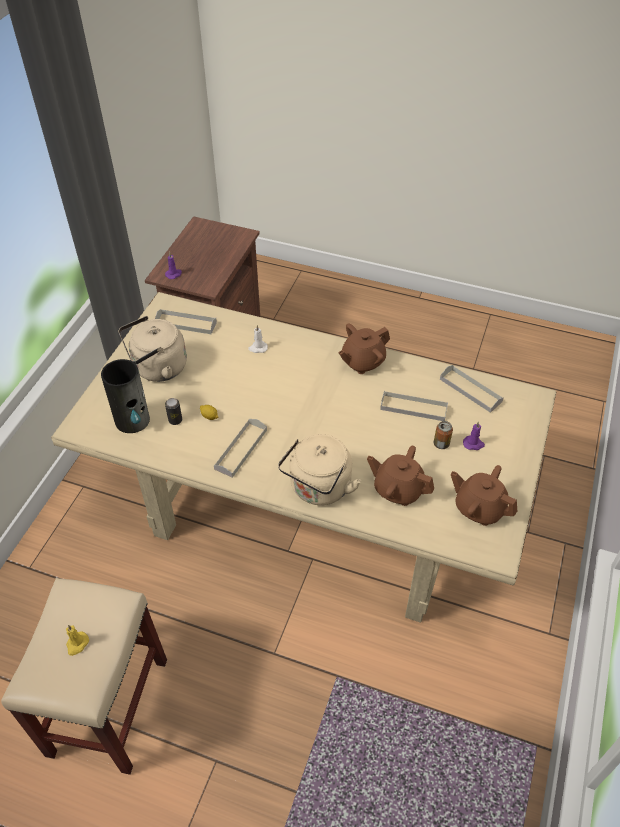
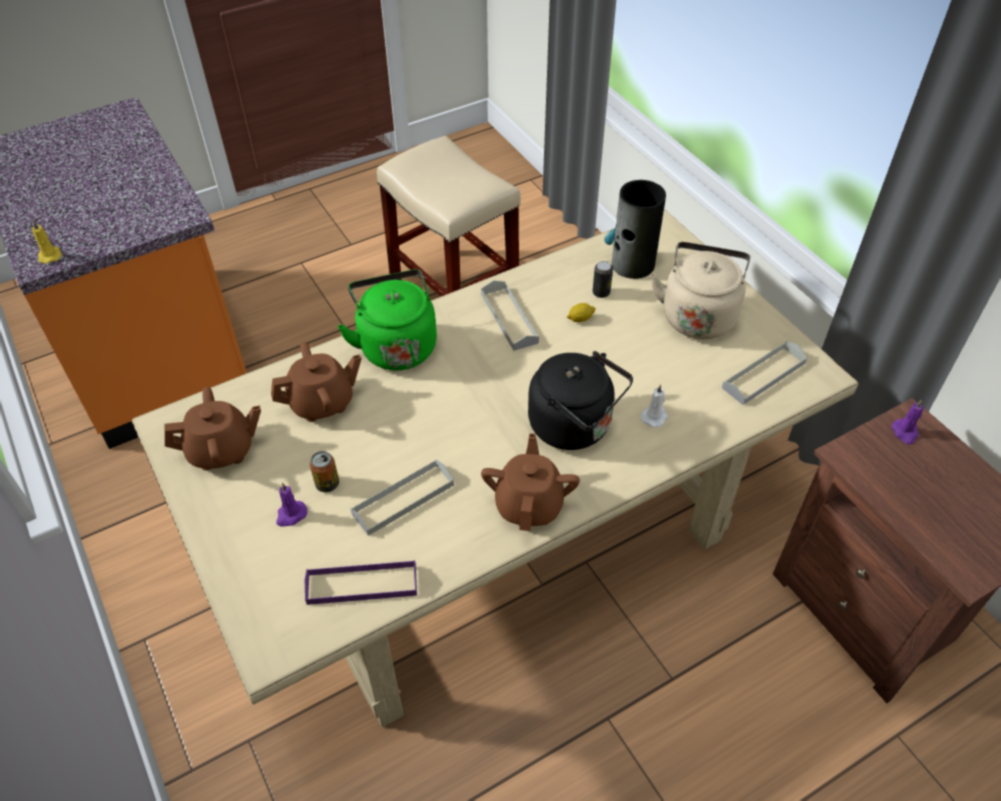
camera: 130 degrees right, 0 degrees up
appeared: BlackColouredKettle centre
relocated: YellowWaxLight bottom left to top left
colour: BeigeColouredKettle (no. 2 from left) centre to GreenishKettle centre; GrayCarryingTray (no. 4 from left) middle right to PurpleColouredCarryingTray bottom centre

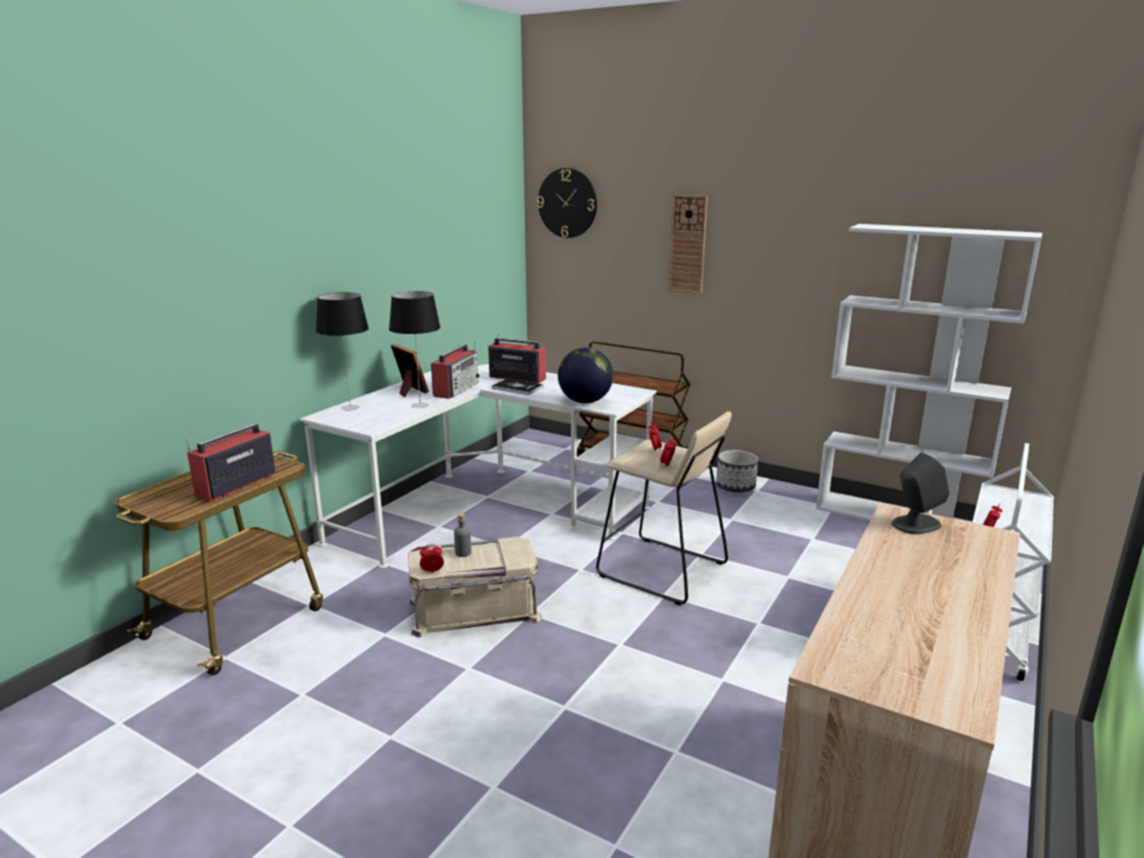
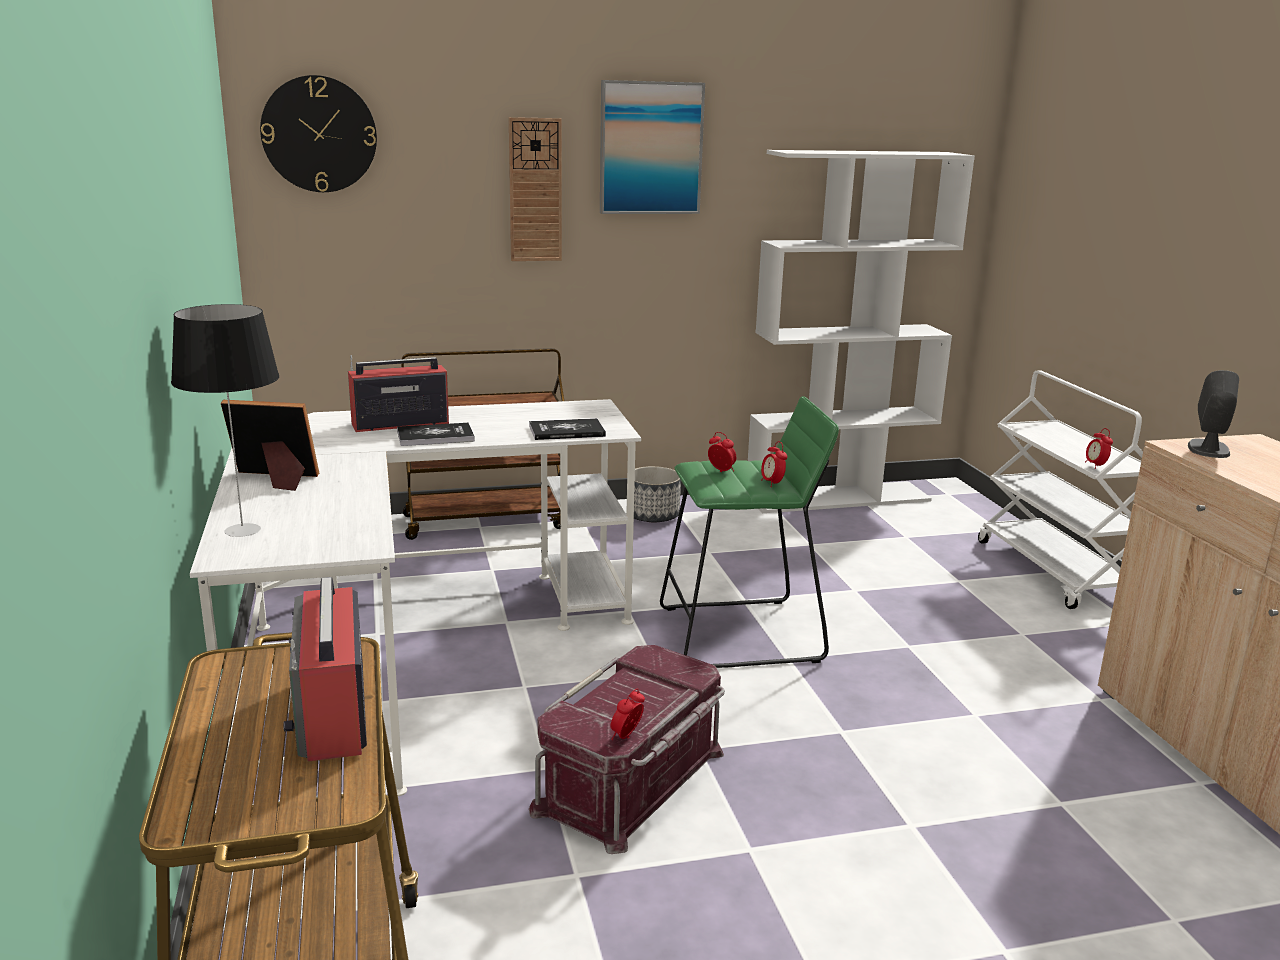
camera: 45 degrees left, 0 degrees up
missing: TableLamp (no. 2 from left) centre; RadioSet (no. 2 from left) centre; GrayBeverageBottle centre
appeared: Picture top centre
exchanged: DeskGlobe centre to Book (no. 2 from left) centre
colour: BeigeColouredStorageBox bottom centre to RedStorageBox bottom centre; BeigeColouredSittingStool centre to GreenishSittingStool centre

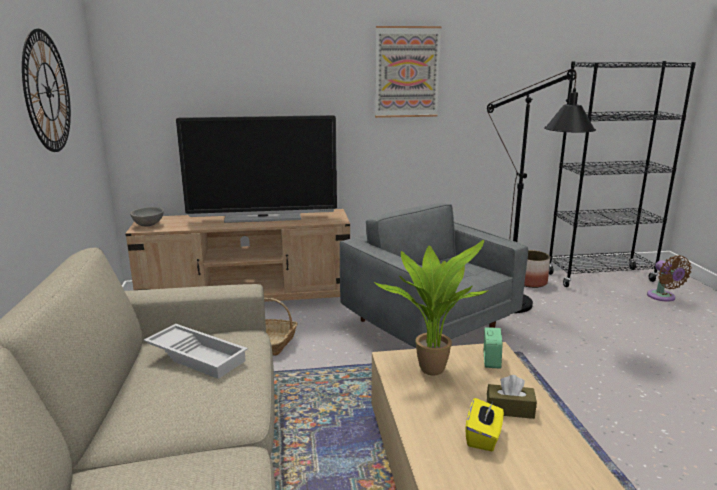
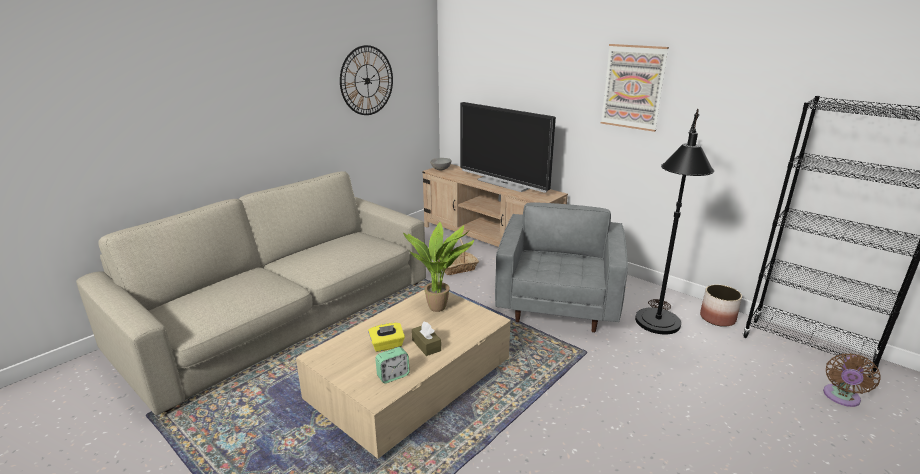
camera: 50 degrees right, 5 degrees up
missing: WhiteCarryingTray bottom left
relocated: TableClock bottom right to bottom centre

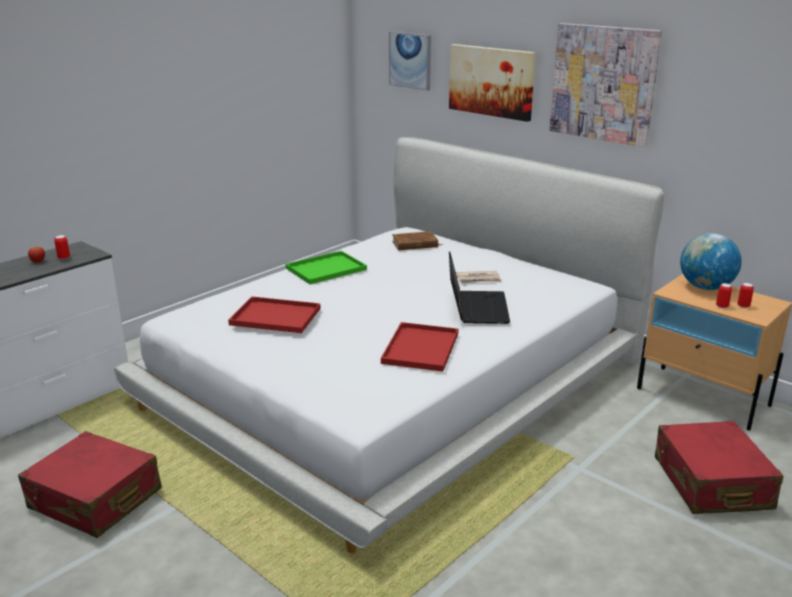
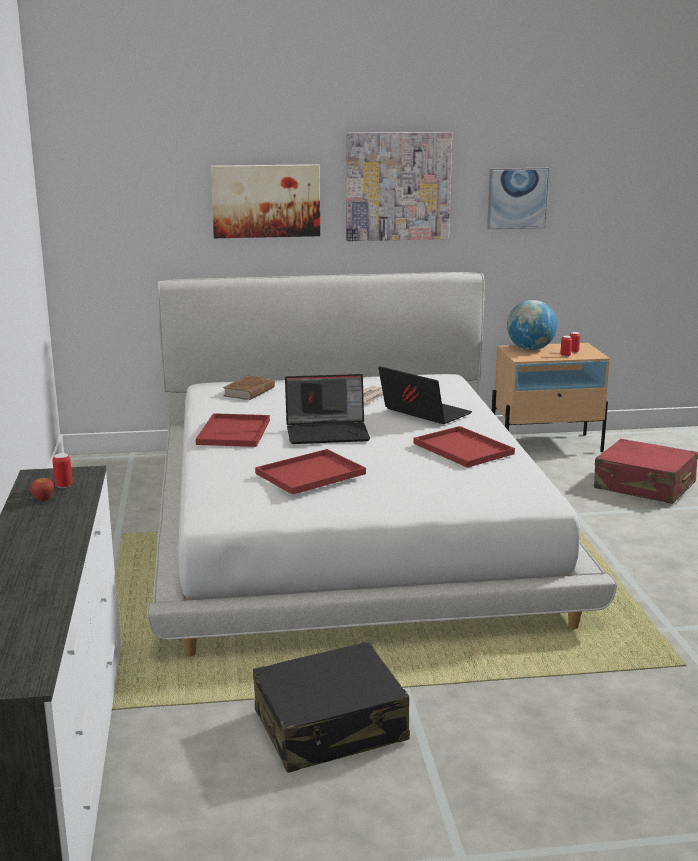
camera: 50 degrees left, 5 degrees down
appeared: NotebookComputer (no. 1 from left) centre
relocated: Picture (no. 1 from left in the first image) top centre to Picture (no. 3 from left) top right
colour: RedTravelCase (no. 1 from left) bottom left to BlackColouredTravelCase bottom centre; GreenishCarryingTray centre to RedCarryingTray (no. 1 from left) centre

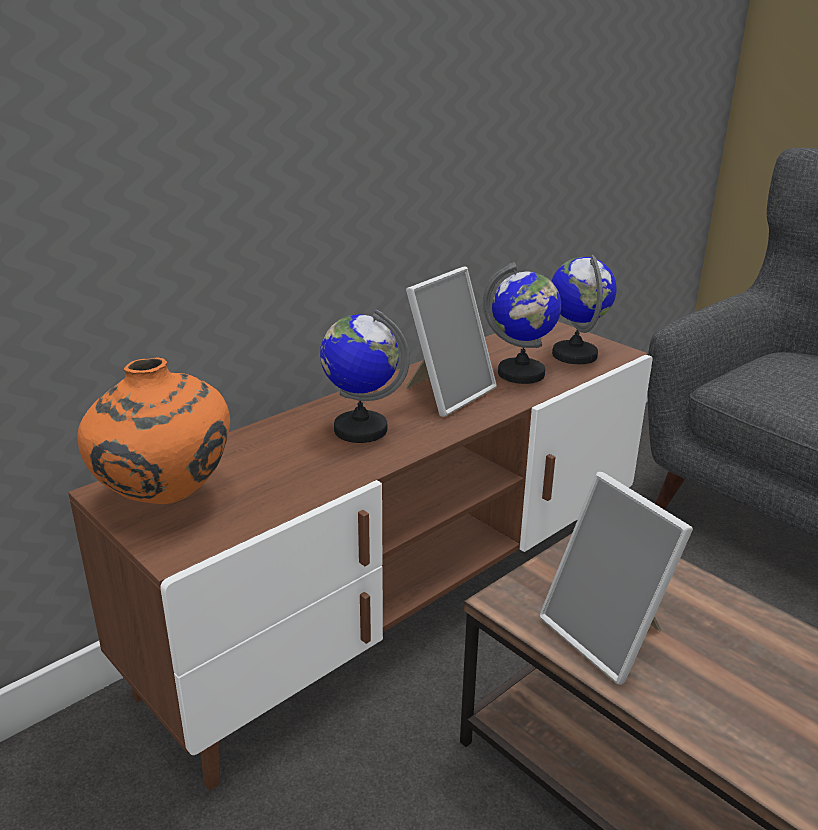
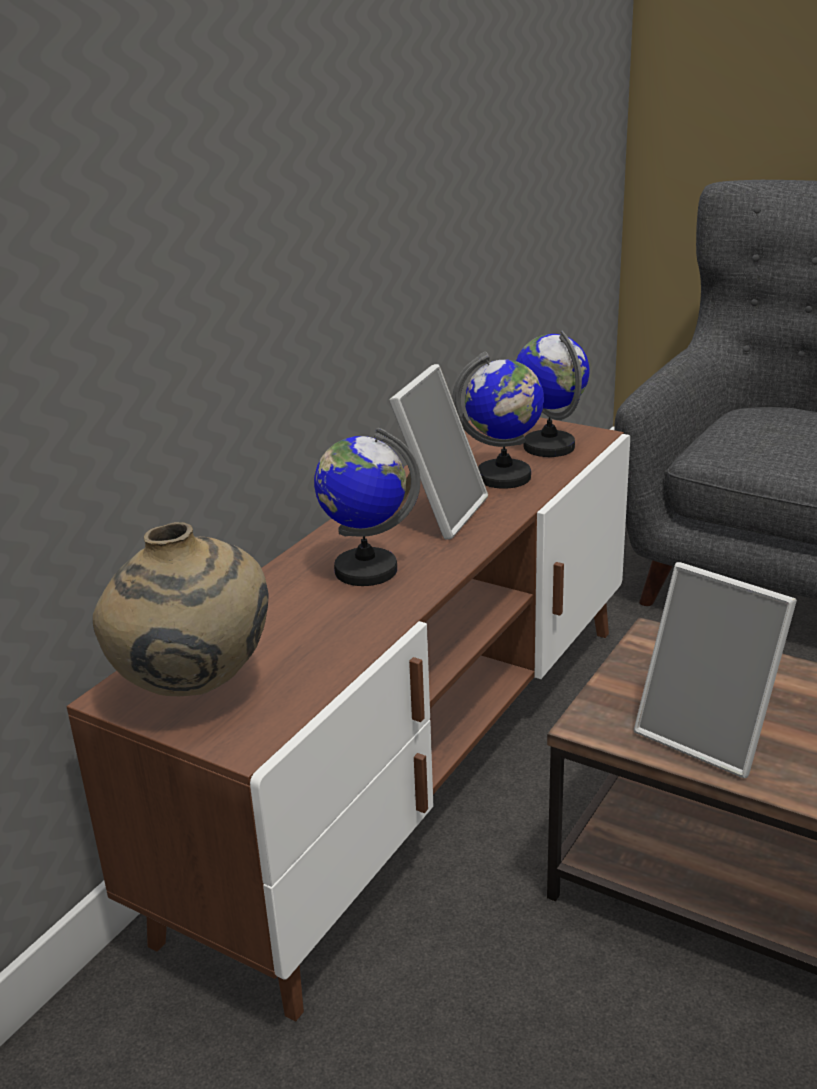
camera: 15 degrees left, 0 degrees up
colour: OrangeColouredDecorativeVase middle left to BeigeColouredDecorativeVase middle left

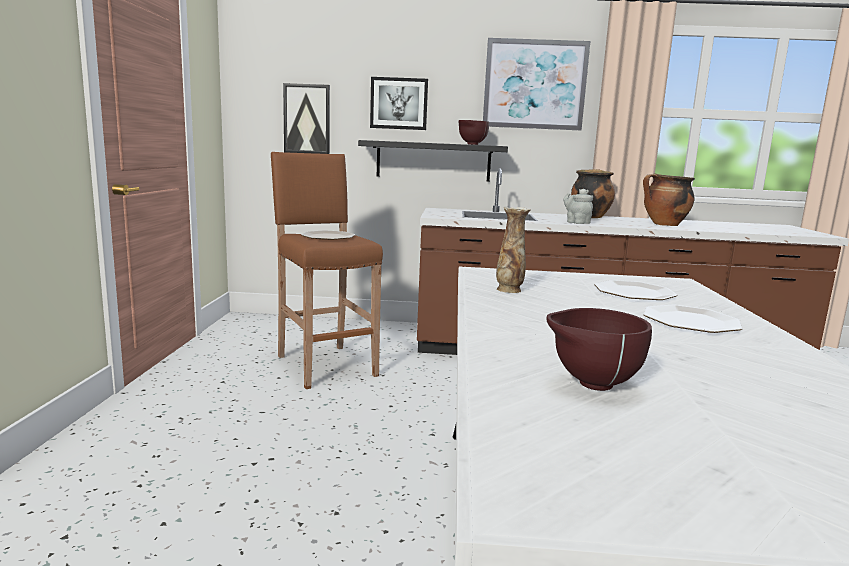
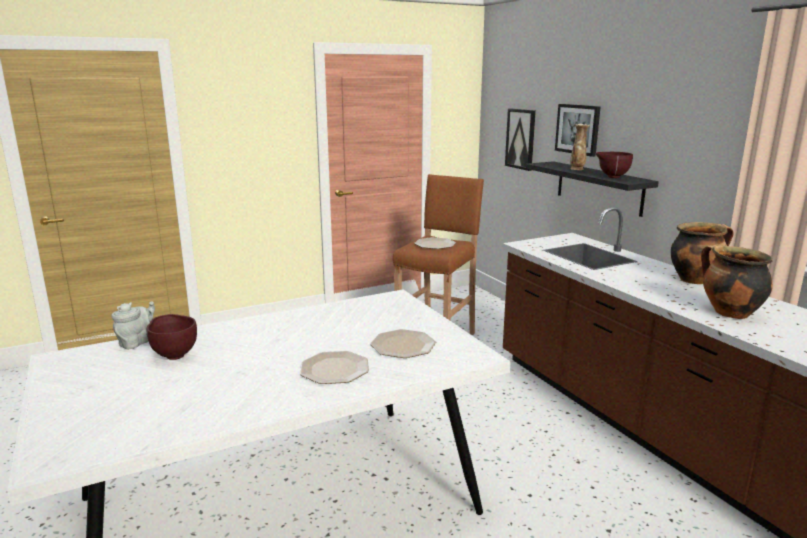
camera: 60 degrees right, 5 degrees up
missing: Picture (no. 3 from left) top centre
relocated: DecorativeVase centre to top right; GrayTeaPot middle right to middle left

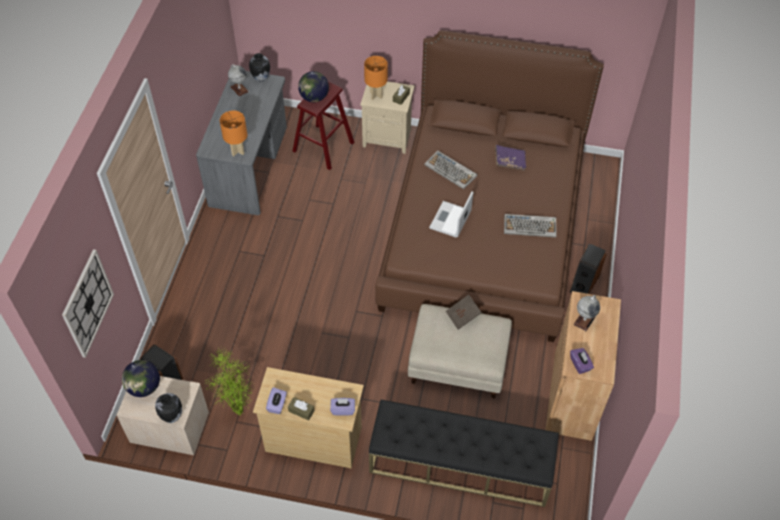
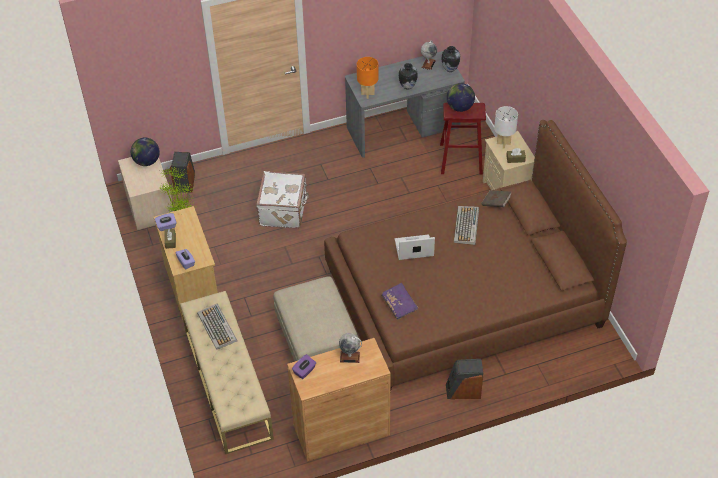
camera: 60 degrees right, 5 degrees down
missing: HangingClock middle left
appeared: WhiteTravelCase centre
relocated: DecorativeVase (no. 1 from left) bottom left to top centre; BrownBook centre to middle right; PurpleColouredBook top centre to centre; Keyboard (no. 2 from left in the first image) middle right to Keyboard (no. 1 from left) bottom left
colour: OrangeColouredTableLamp (no. 2 from left) top centre to WhiteTableLamp top right; BlackColouredIndoorBench bottom centre to BeigeColouredIndoorBench bottom left

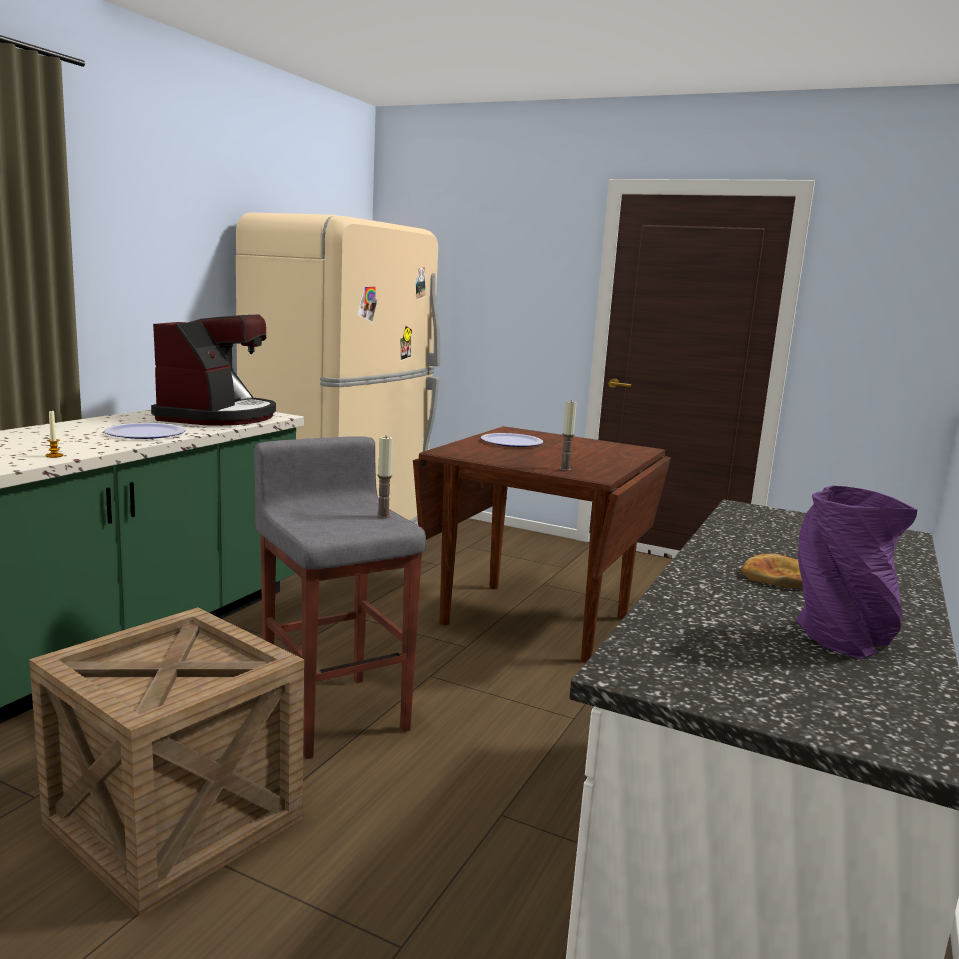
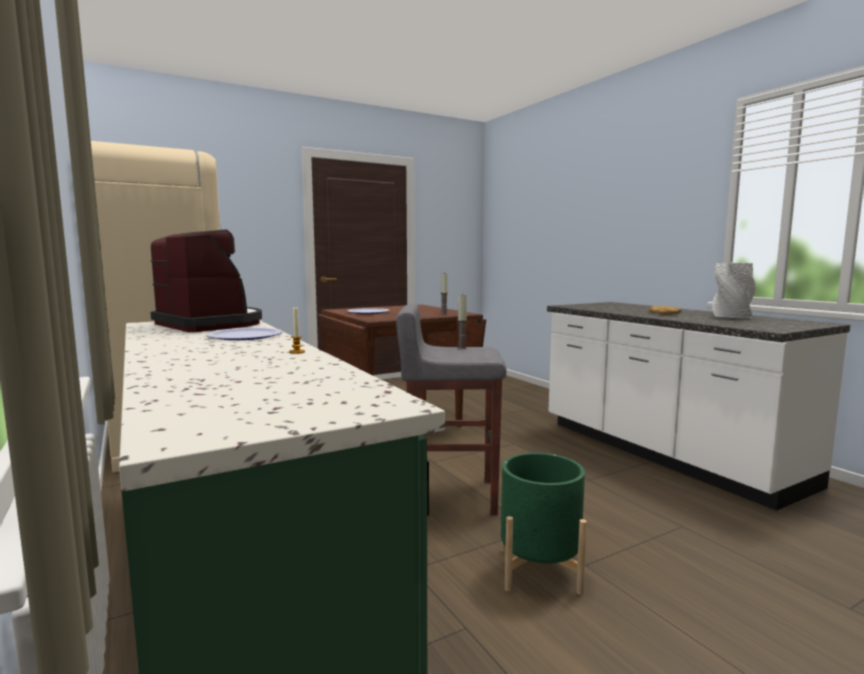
camera: 55 degrees left, 5 degrees down
exchanged: ShippingCrate bottom left to GreenishFlowerPot bottom centre
colour: PurpleColouredDecorativeVase middle right to GrayDecorativeVase middle right

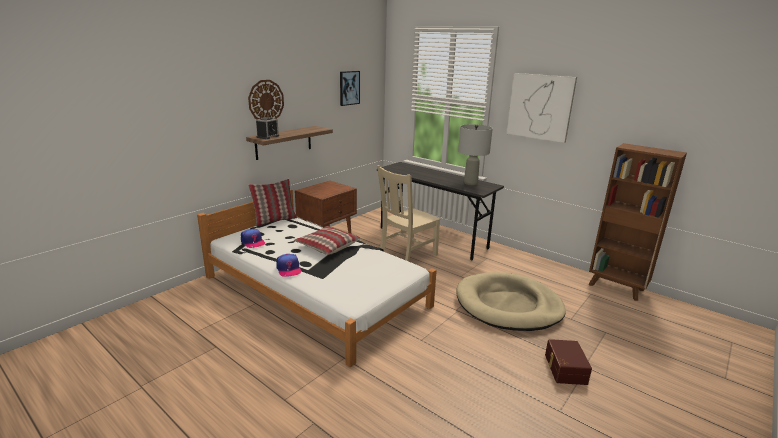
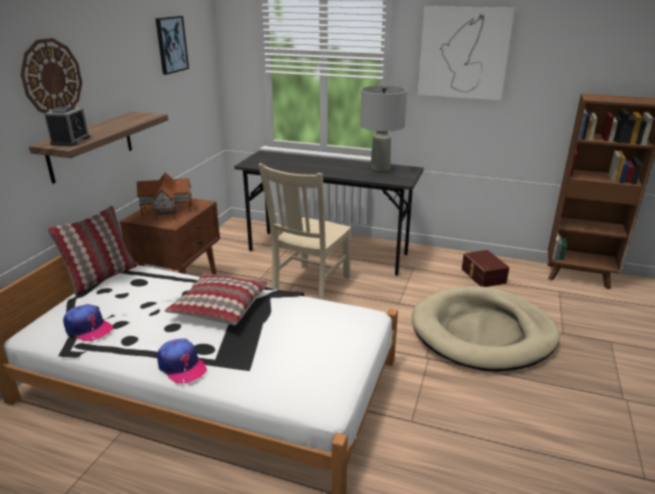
camera: 20 degrees left, 5 degrees up
appeared: ModelHouse middle left
relocated: BrownStorageBox bottom right to middle right

